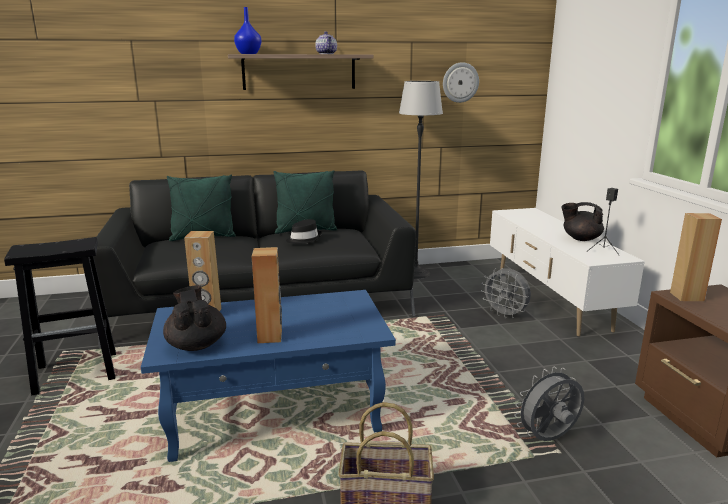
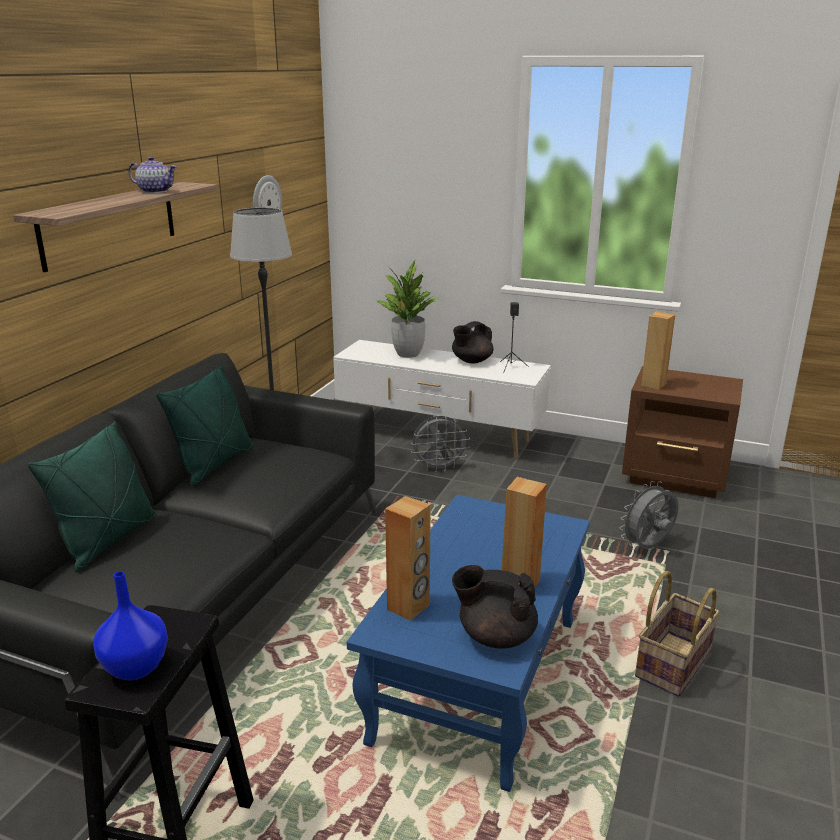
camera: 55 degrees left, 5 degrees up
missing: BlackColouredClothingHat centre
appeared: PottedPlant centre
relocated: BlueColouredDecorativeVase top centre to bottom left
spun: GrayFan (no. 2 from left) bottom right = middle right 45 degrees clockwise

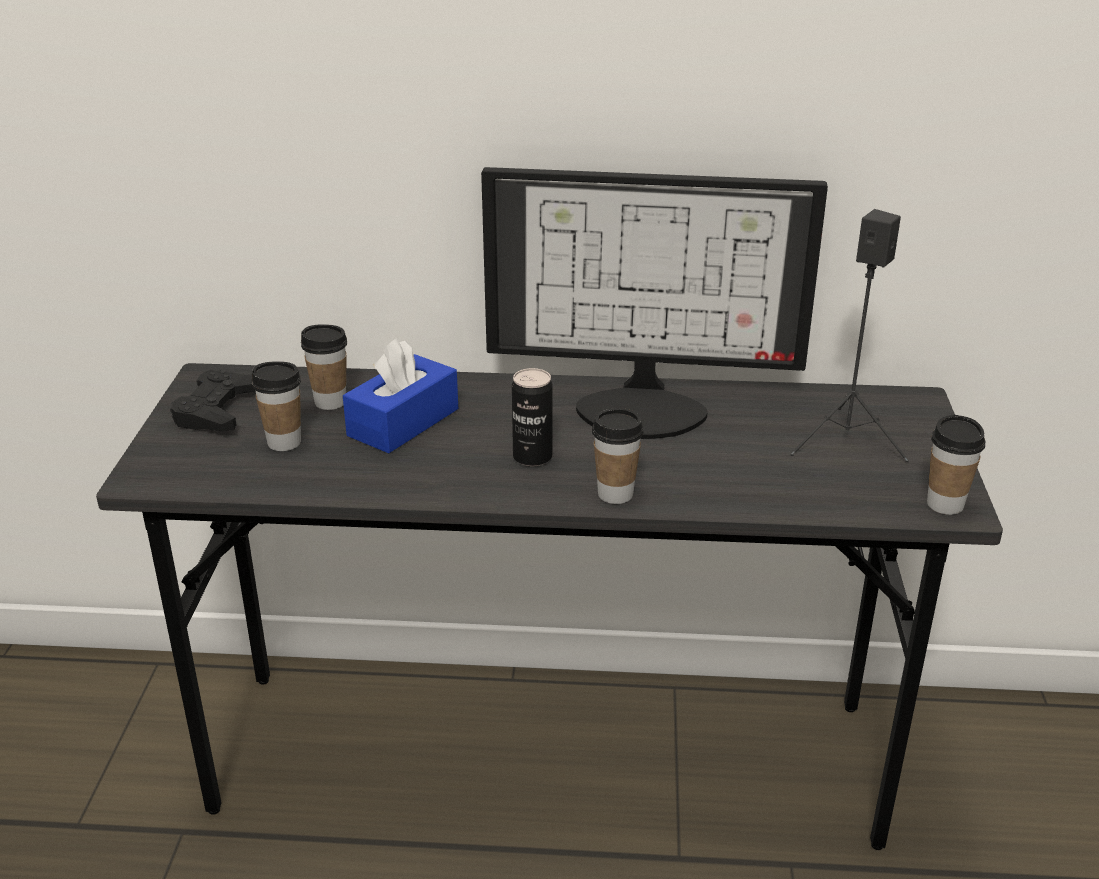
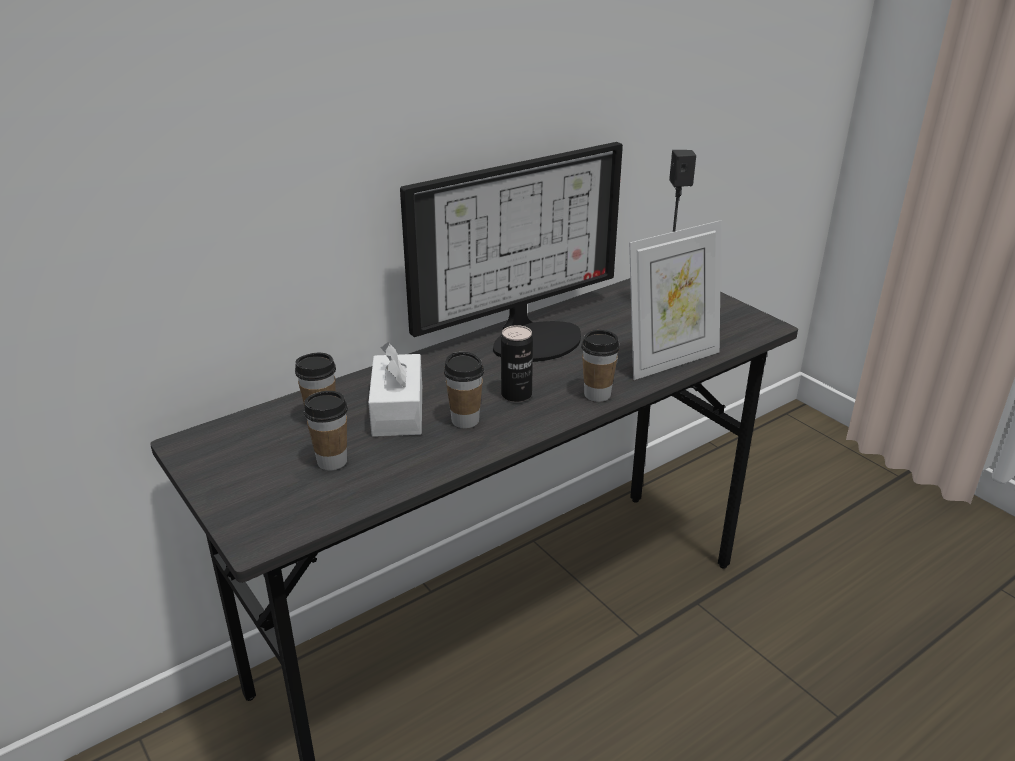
camera: 40 degrees left, 0 degrees up
missing: BlackColouredGamepad middle left
appeared: PhotoFrame centre
relocated: Cup (no. 4 from left in the first image) middle right to Cup (no. 3 from left) centre
colour: BlueColouredTissueBox centre to WhiteTissueBox centre

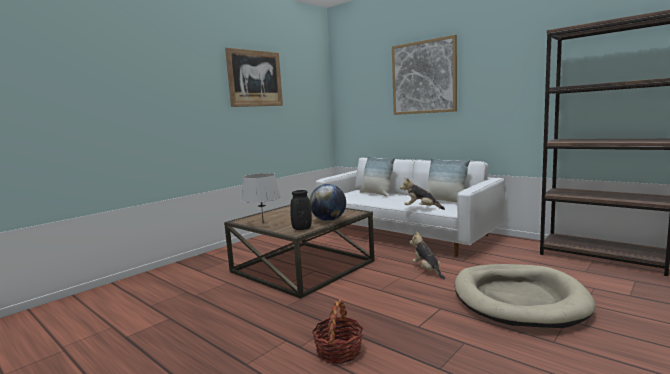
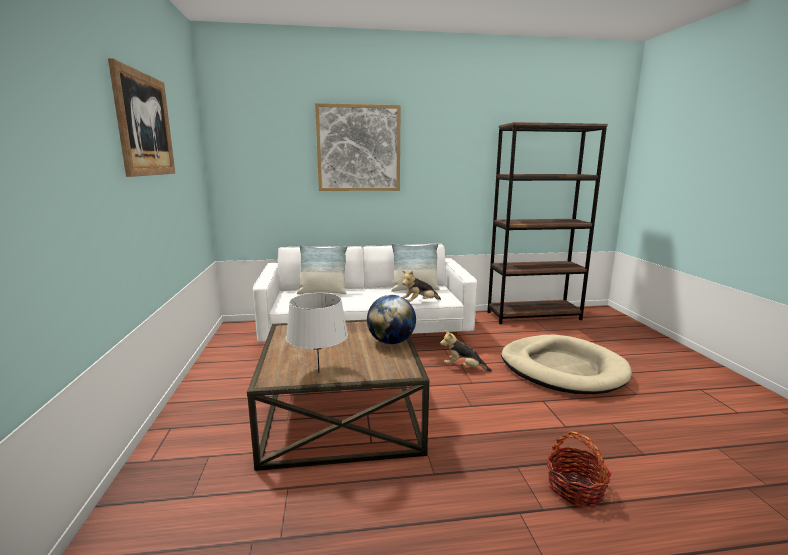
camera: 50 degrees left, 5 degrees up
missing: BlackColouredDecorativeVase centre

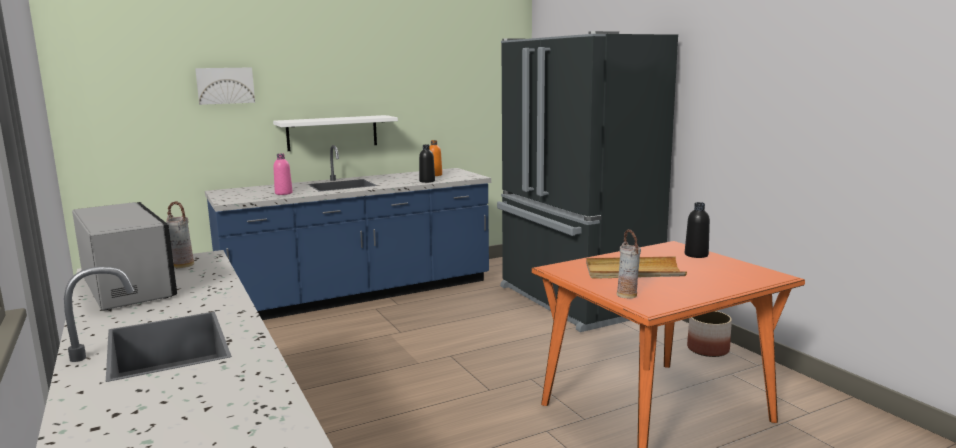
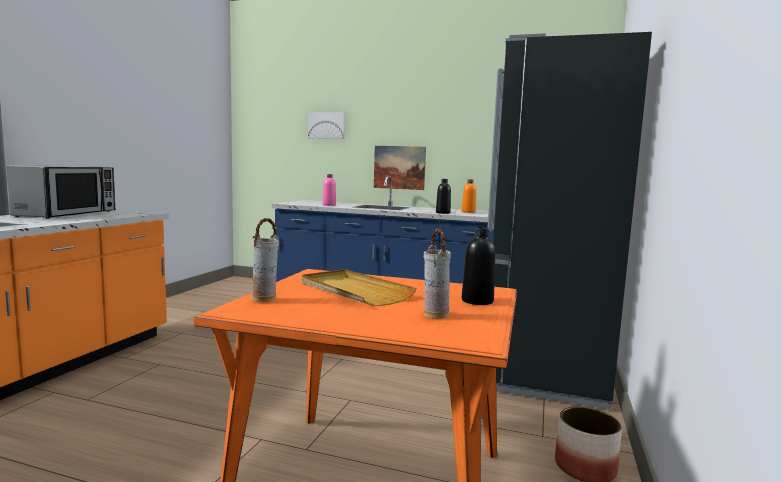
camera: 45 degrees right, 5 degrees down
relocated: DecorativeVase (no. 1 from left in the first image) middle left to DecorativeVase (no. 2 from left) centre
exchanged: WhiteShelf top centre to Picture (no. 2 from left) centre

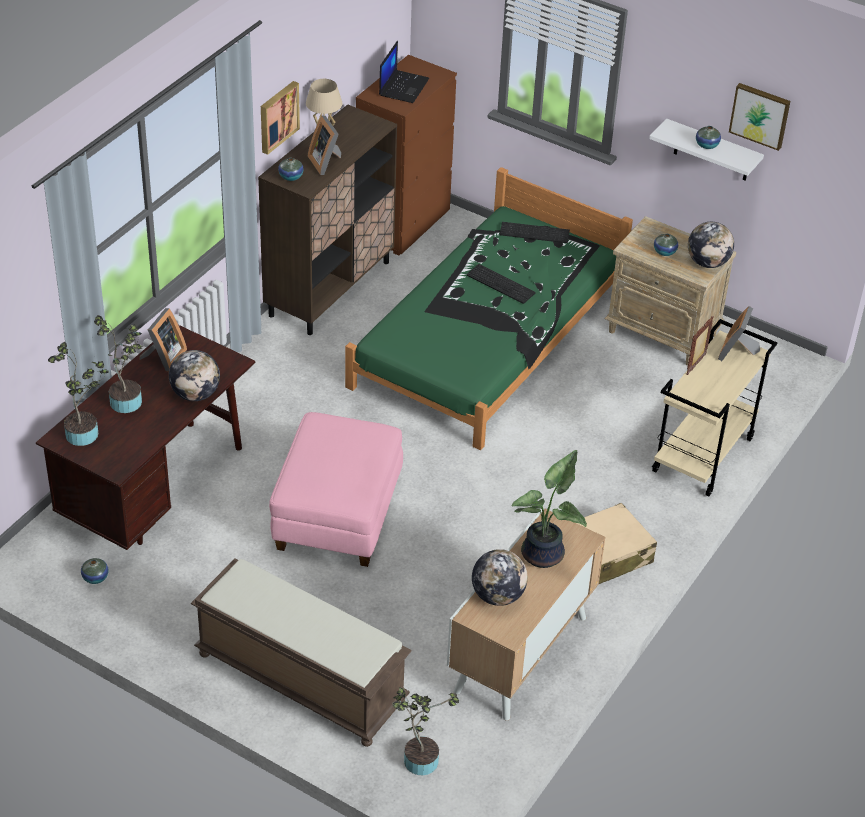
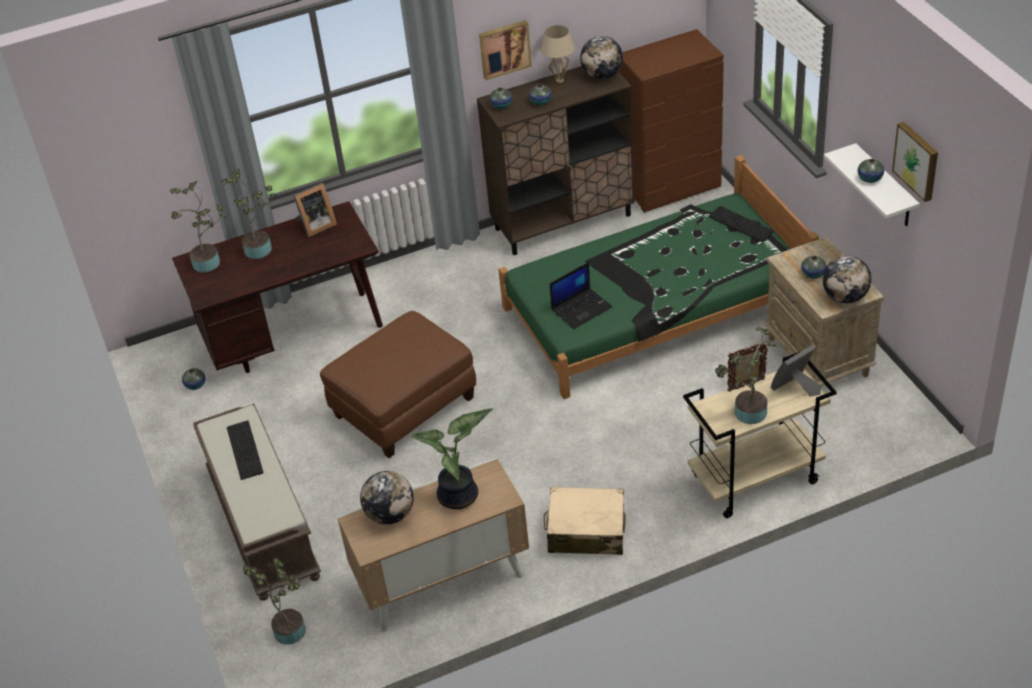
camera: 40 degrees right, 0 degrees up
appeared: PottedPlant (no. 5 from left) middle right
relocated: DeskGlobe (no. 1 from left in the first image) middle left to DeskGlobe (no. 2 from left) top centre; NotebookComputer top centre to centre; Keyboard (no. 1 from left) centre to middle left
exchanged: PhotoFrame (no. 2 from left) top centre to DecorativeVase (no. 3 from left) top centre
colour: PinkColouredFootrest centre to BrownFootrest centre

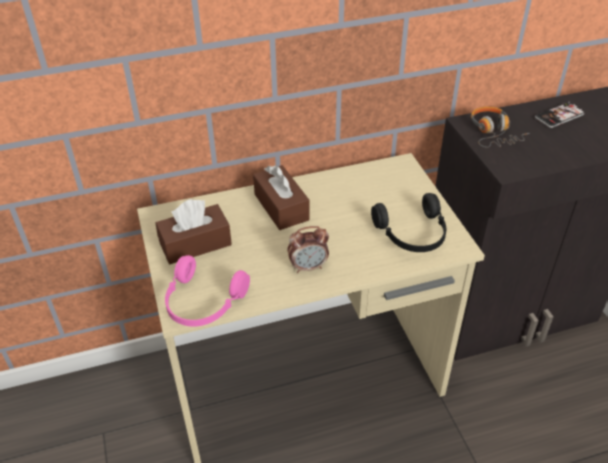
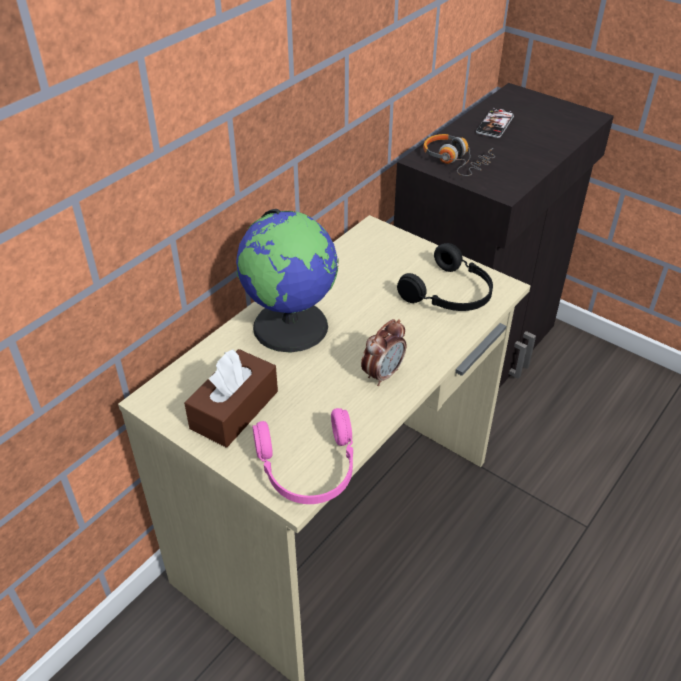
camera: 35 degrees left, 0 degrees up
exchanged: BrownTissueBox (no. 2 from left) centre to DeskGlobe centre

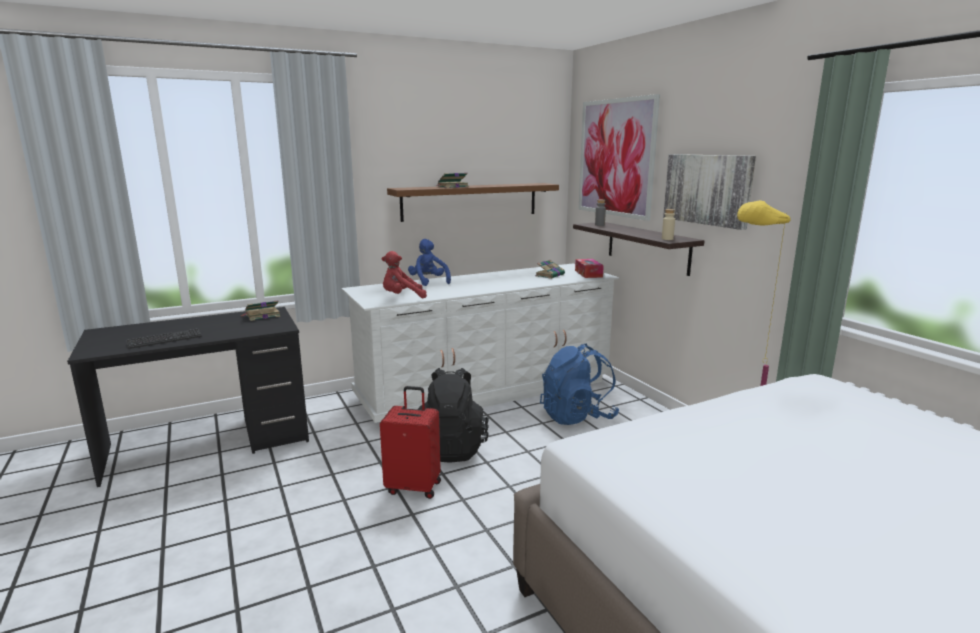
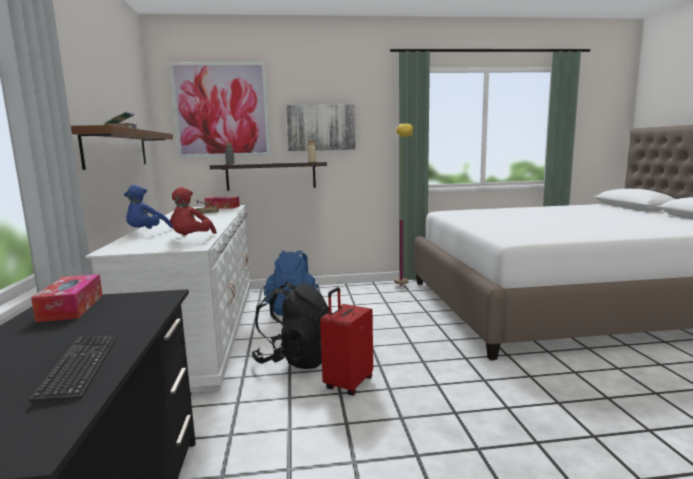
camera: 70 degrees left, 5 degrees down
exchanged: Book (no. 1 from left) middle left to TissueBox (no. 1 from left) middle left
spun: BlueColouredSoftToy centre = middle left 60 degrees counterclockwise

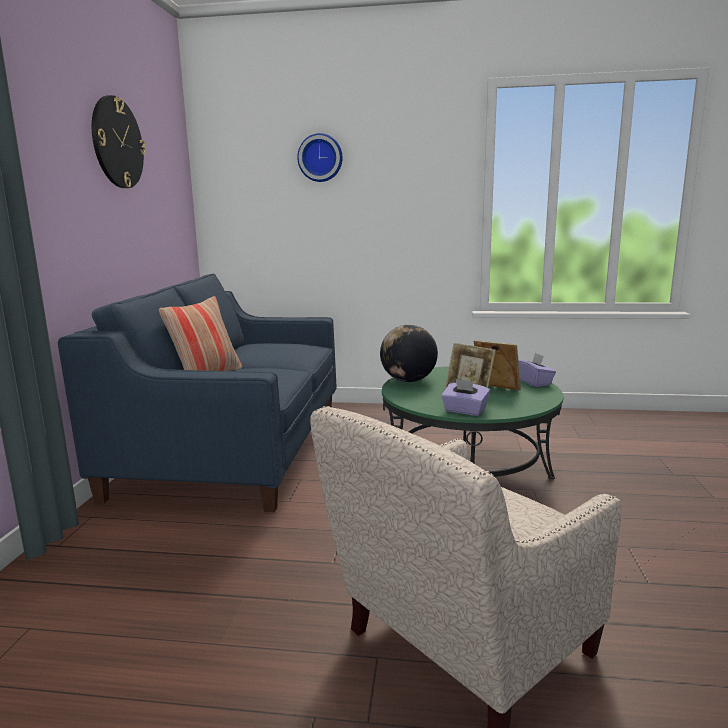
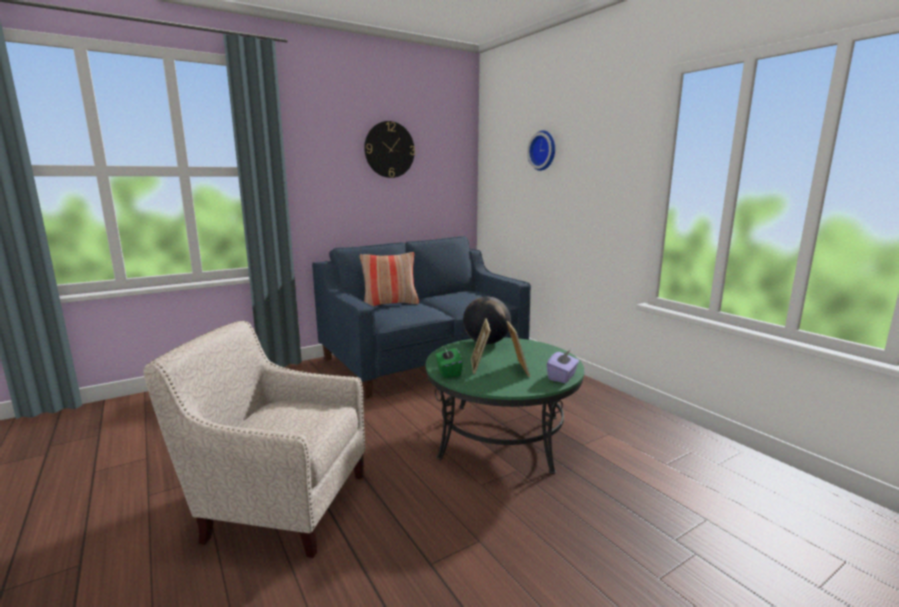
camera: 50 degrees right, 0 degrees up
colour: PurpleColouredTissueBox (no. 1 from left) centre to GreenishTissueBox centre

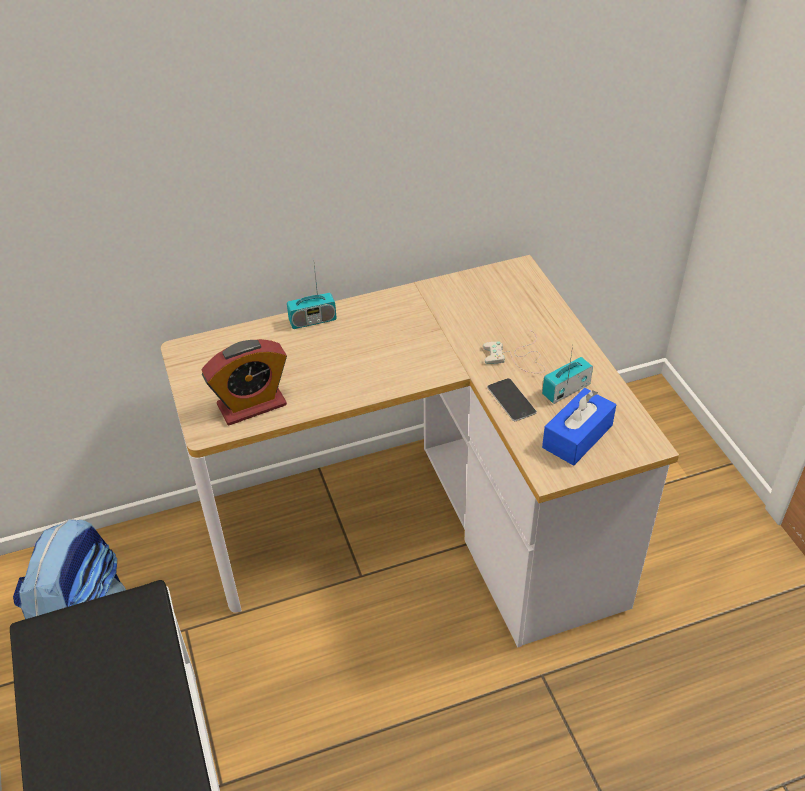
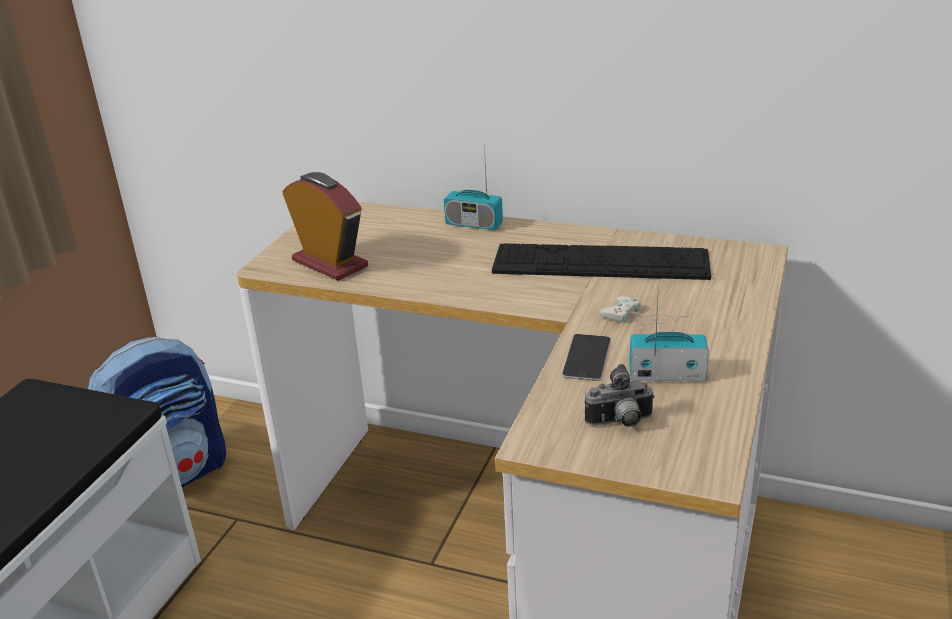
camera: 40 degrees right, 15 degrees down
appeared: Keyboard centre
exchanged: BlueColouredTissueBox middle right to StillCamera centre
spun: TableClock middle left = centre 150 degrees counterclockwise

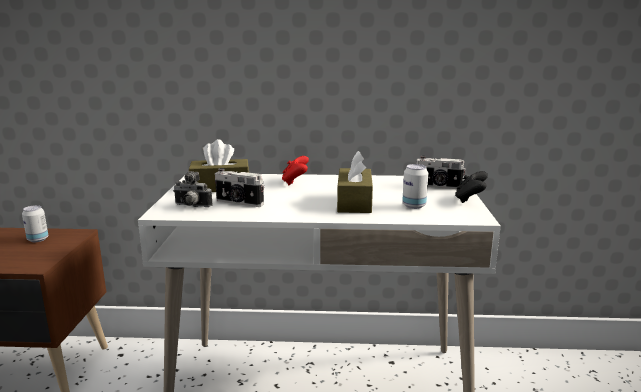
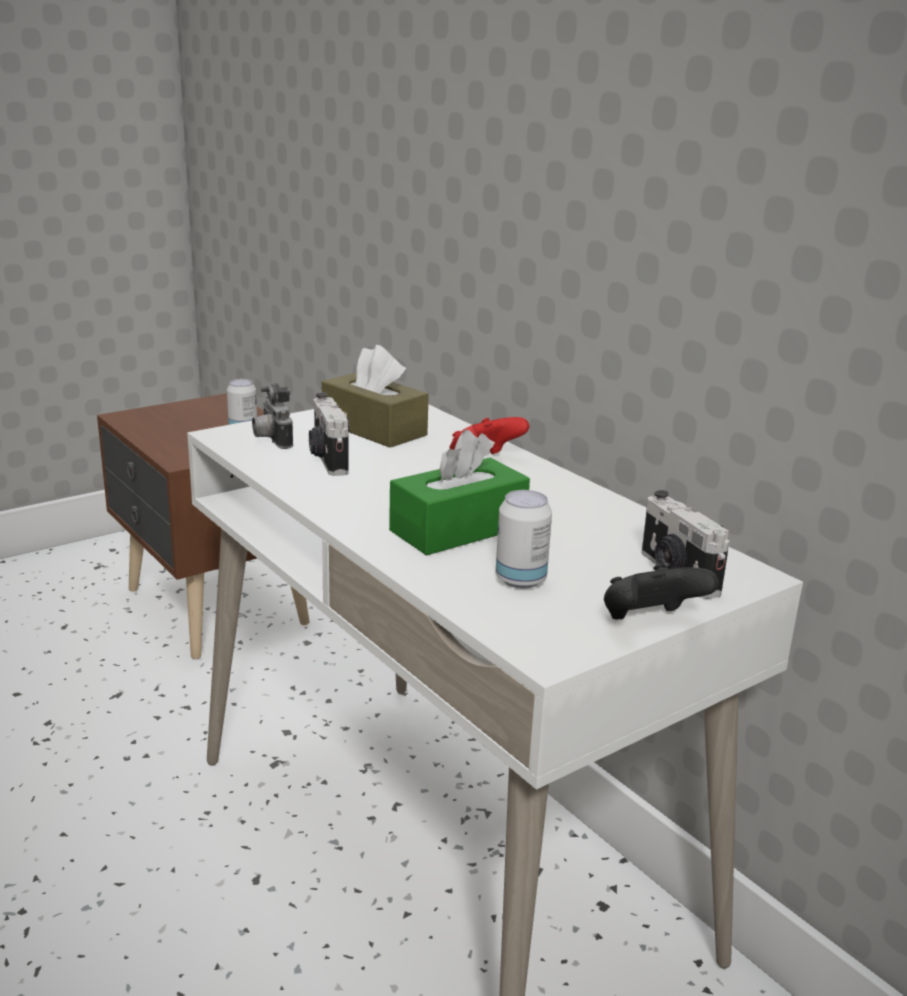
camera: 50 degrees right, 5 degrees up
colour: BrownTissueBox (no. 2 from left) centre to GreenishTissueBox centre

